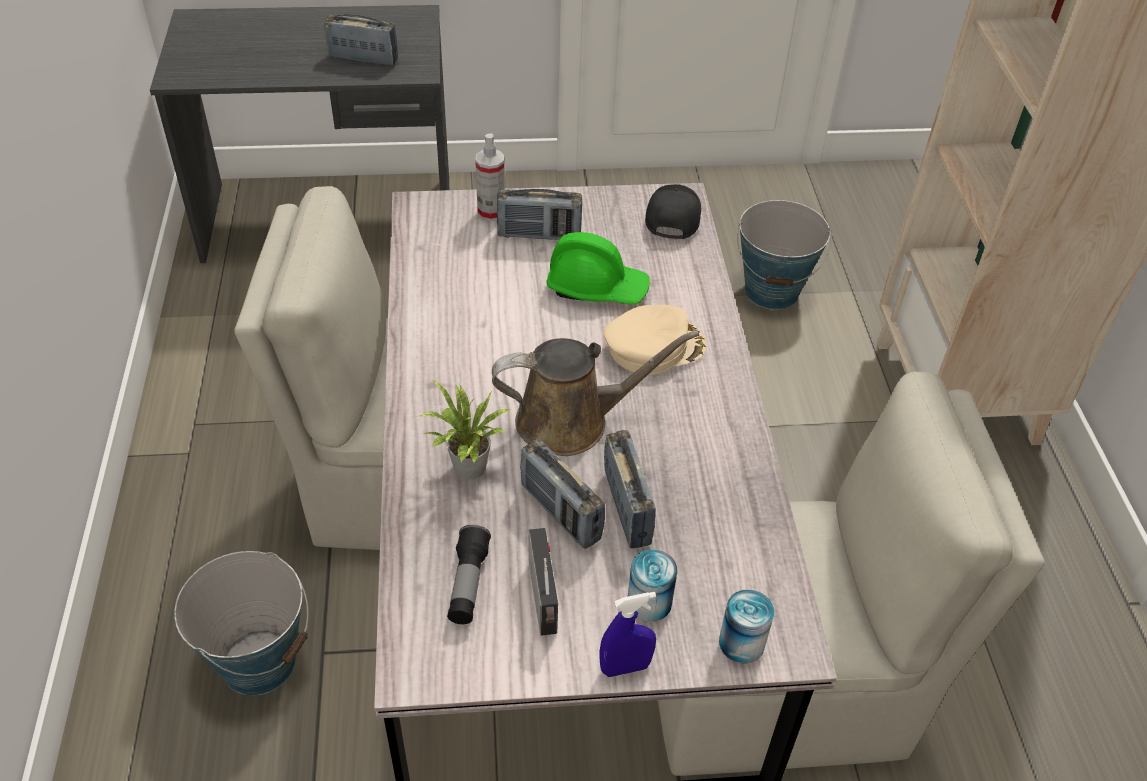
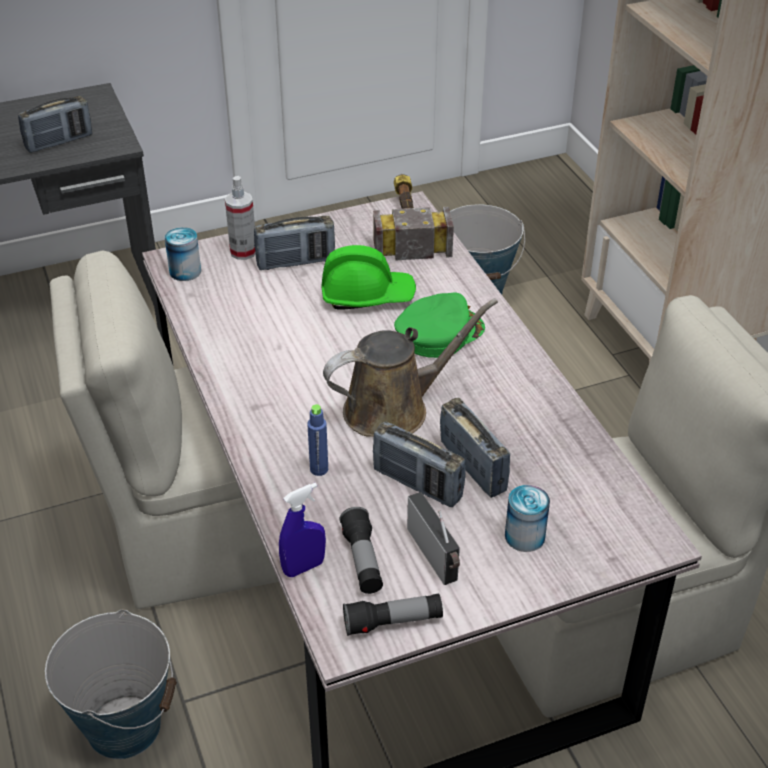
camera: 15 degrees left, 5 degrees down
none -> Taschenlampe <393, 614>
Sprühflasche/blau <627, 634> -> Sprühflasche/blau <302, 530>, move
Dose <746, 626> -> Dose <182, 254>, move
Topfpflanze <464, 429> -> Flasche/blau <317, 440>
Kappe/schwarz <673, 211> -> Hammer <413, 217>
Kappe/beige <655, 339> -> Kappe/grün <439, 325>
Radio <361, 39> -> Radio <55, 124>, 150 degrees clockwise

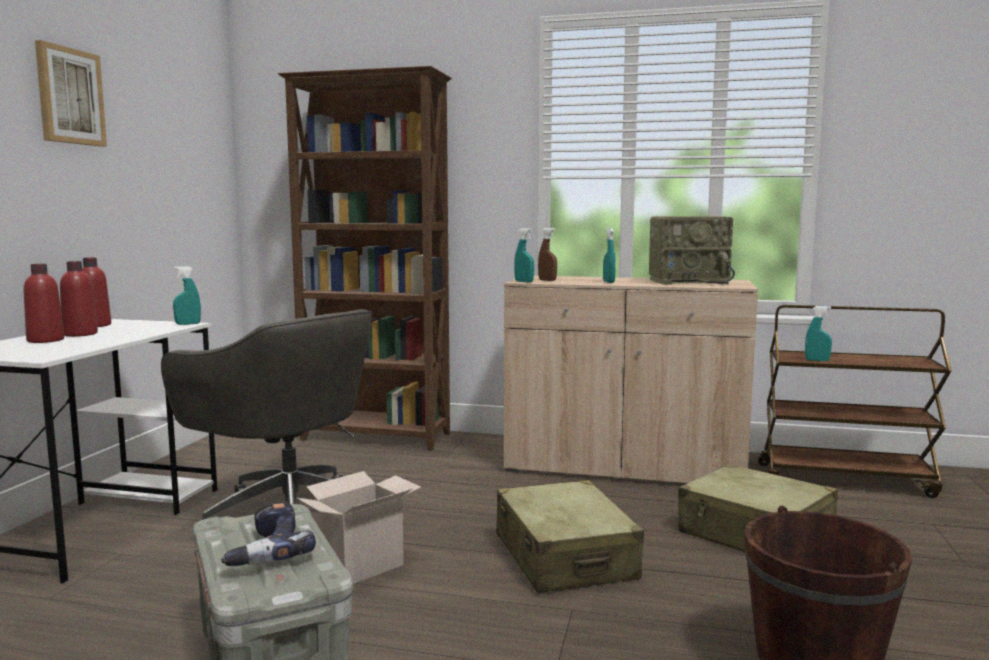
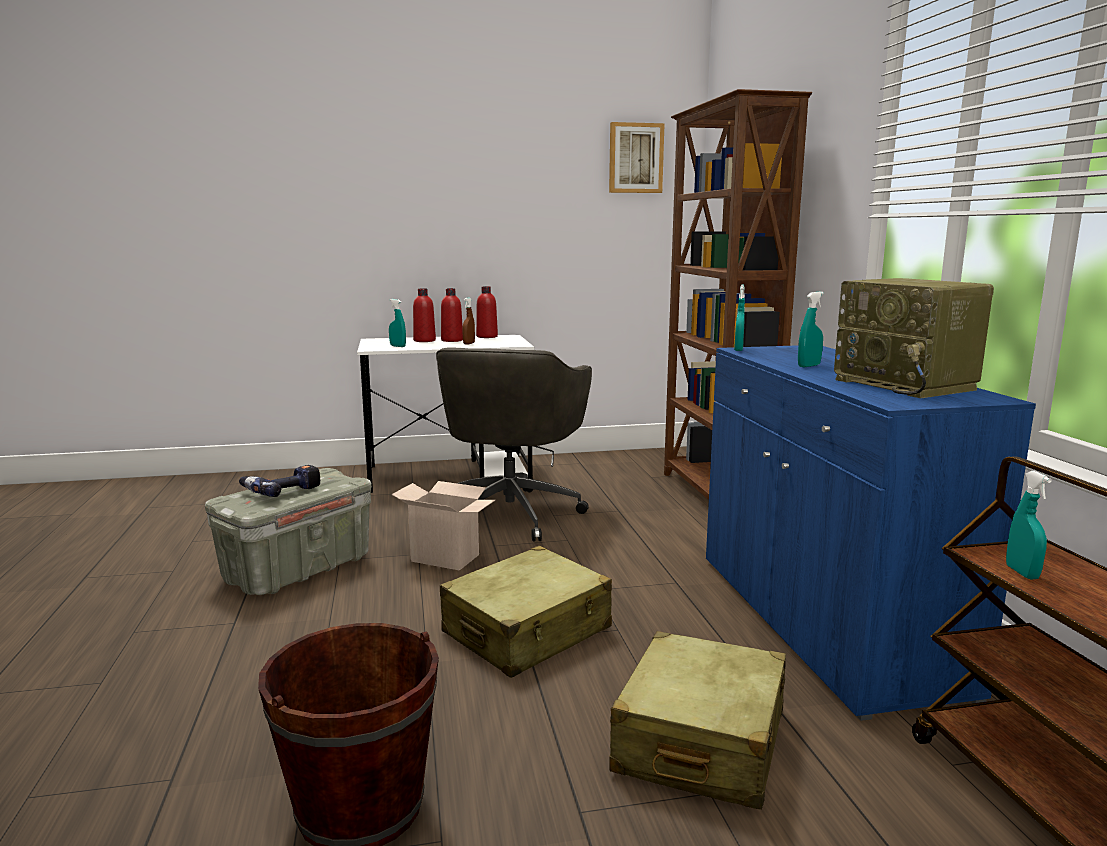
camera: 65 degrees right, 5 degrees up
Bild <71, 93> -> Bild <637, 157>, move
Sprühflasche/türkis <187, 295> -> Sprühflasche/türkis <397, 323>, move
Sprühflasche/braun <547, 254> -> Sprühflasche/braun <469, 321>, move
Schrank/beige <631, 379> -> Schrank/blau <871, 533>

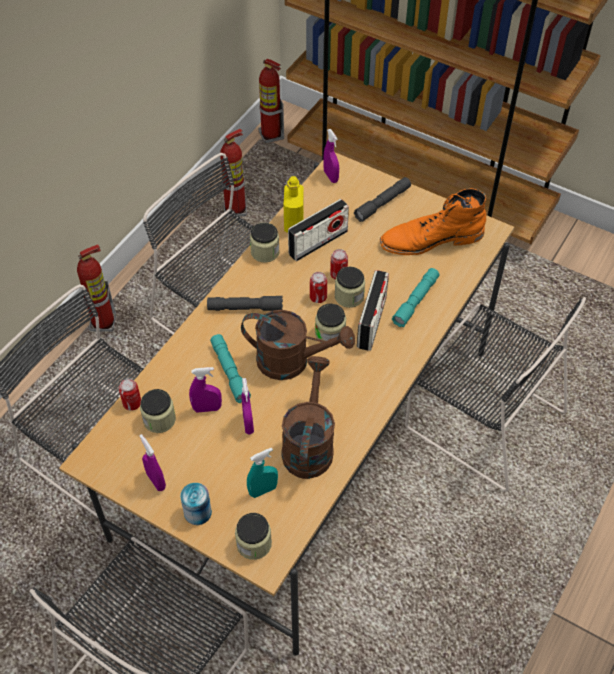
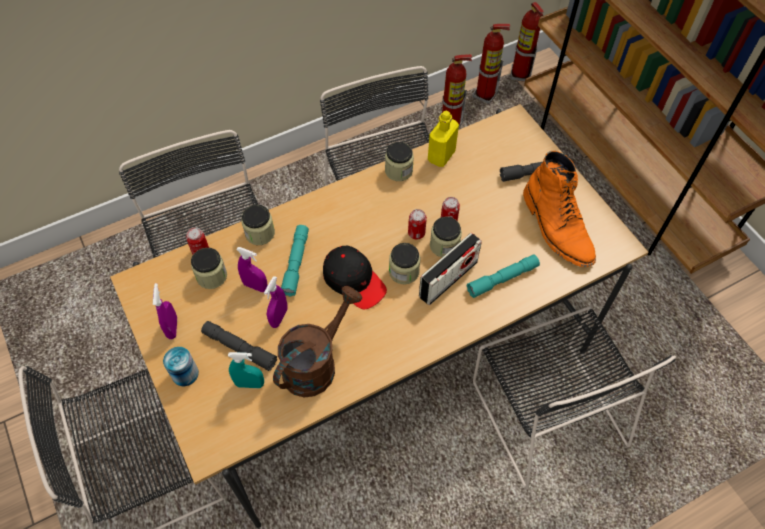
camera: 30 degrees right, 5 degrees up
Radio <318, 230> -> none
Sprühflasche/lila <331, 156> -> none
Feuerlöscher <96, 288> -> Feuerlöscher <491, 64>, move
Taschenlampe/grau <245, 303> -> Taschenlampe/grau <239, 346>, move
Vorratsglas <253, 536> -> Vorratsglas <258, 225>, move
Gießkanne/braun <298, 345> -> Kappe/schwarz <355, 277>
Stiefel/orange <433, 221> -> Stiefel/orange <559, 209>, 135 degrees counterclockwise

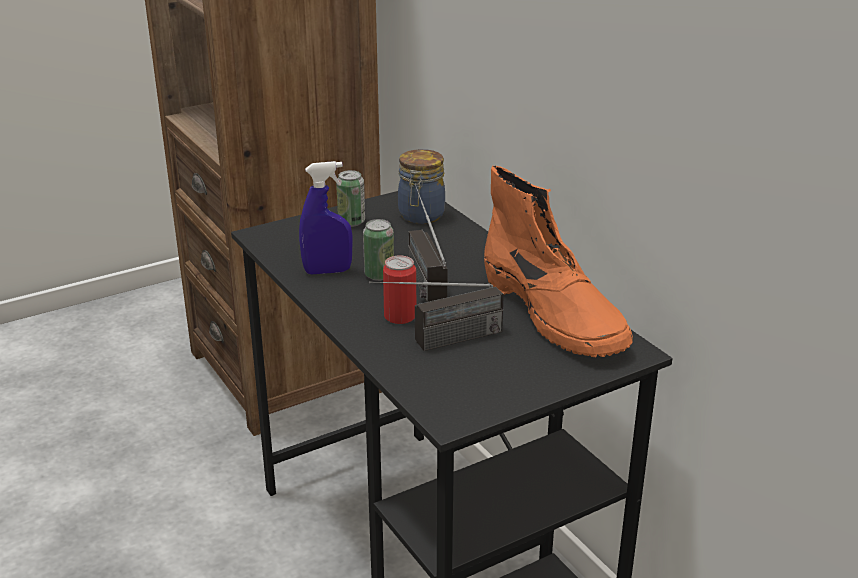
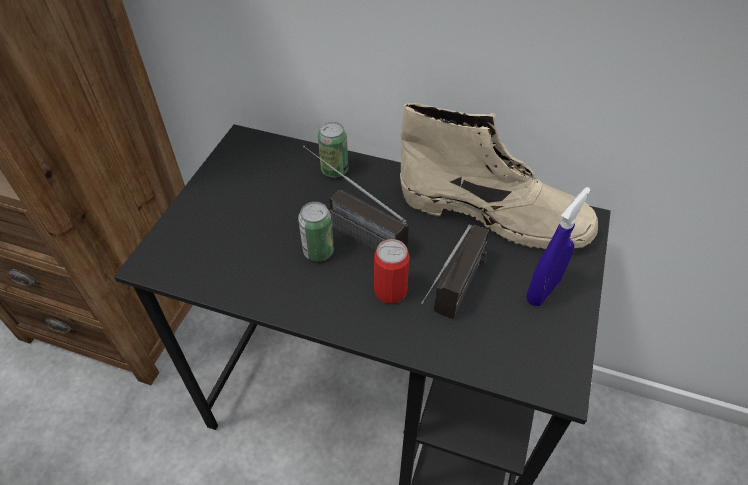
camera: 40 degrees left, 20 degrees up
Vorratsglas <421, 186> -> none
Sprühflasche/blau <326, 217> -> Sprühflasche/blau <558, 246>, move
Dose <350, 198> -> Dose <333, 149>, move
Stiefel/orange <558, 261> -> Stiefel/beige <499, 176>

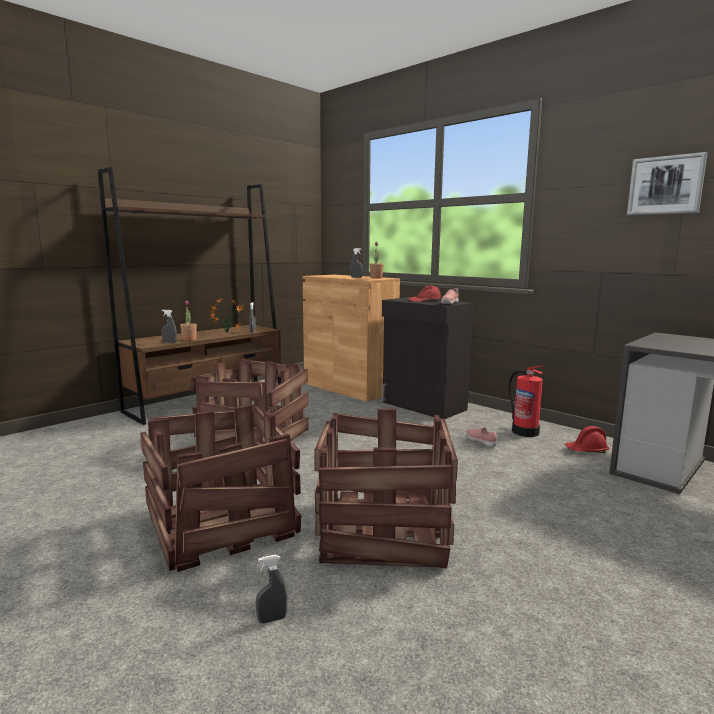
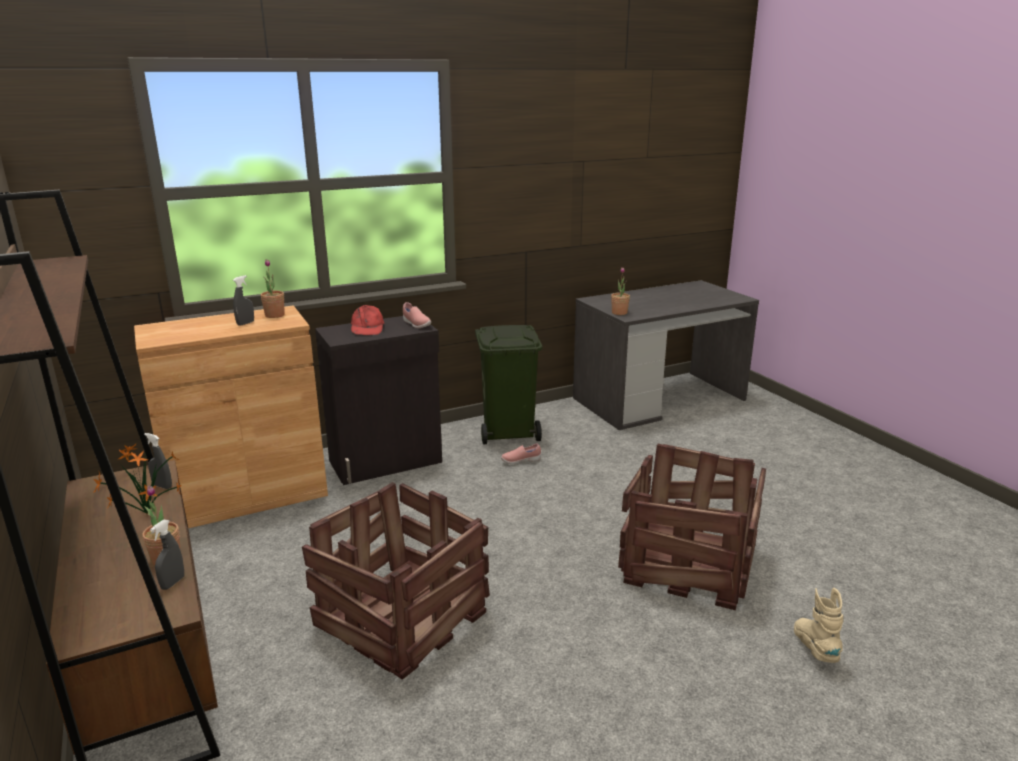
camera: 70 degrees left, 10 degrees up
Kiste <220, 488> -> none
Schutzhelm/rot <587, 439> -> none
Bild <667, 183> -> none
none -> Topfpflanze <620, 291>
Sprühflasche/grau <272, 589> -> Stiefel/beige <818, 625>
Feuerlöscher <526, 401> -> Mülleimer/grün <508, 385>

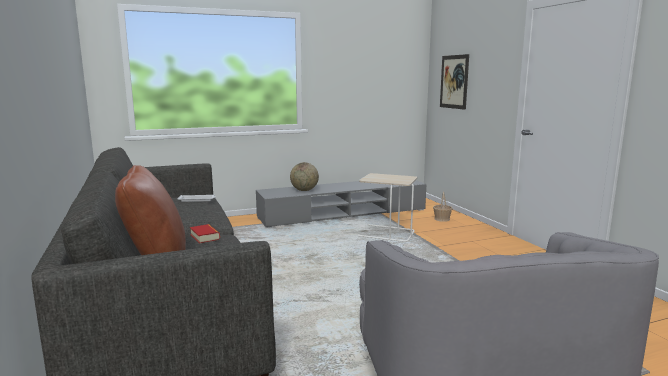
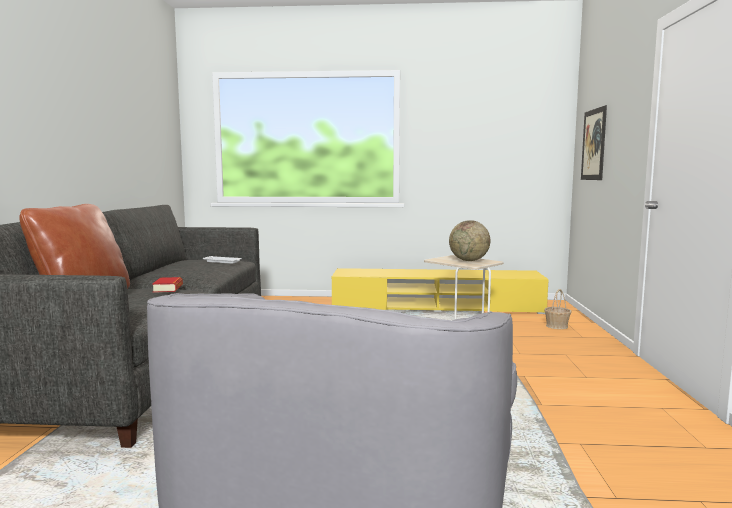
camera: 25 degrees right, 5 degrees down
Globus <304, 176> -> Globus <469, 240>, move
Fernsehschrank/grau <341, 204> -> Fernsehschrank/gelb <440, 291>

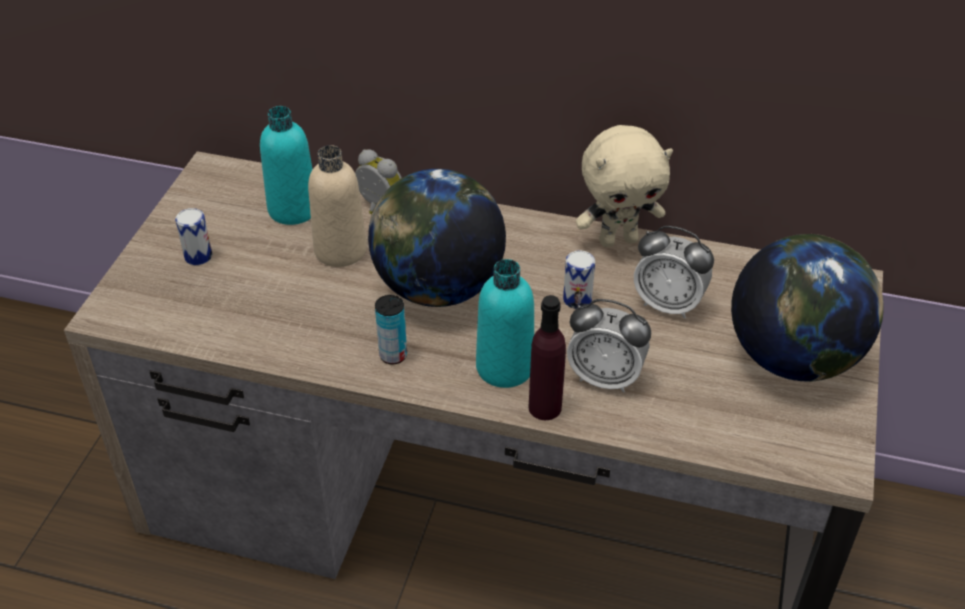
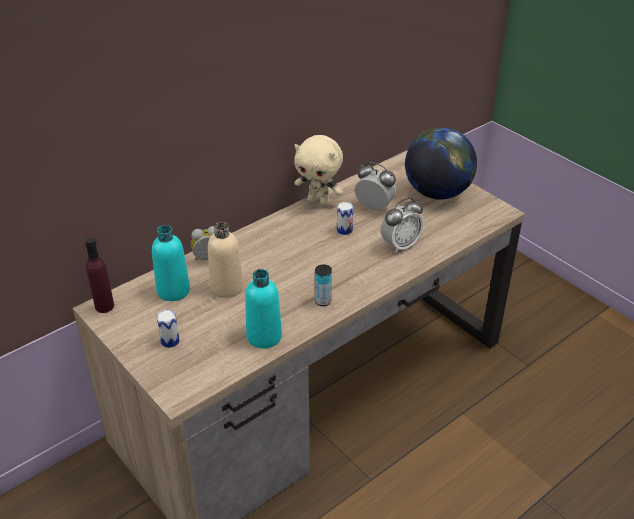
camera: 55 degrees left, 5 degrees down
Globus <437, 238> -> none
Flasche/türkis <505, 323> -> Flasche/türkis <263, 308>, move
Flasche/lila <547, 357> -> Flasche/lila <99, 275>, move
Plüschtier/beige <624, 186> -> Plüschtier/beige <318, 170>, 90 degrees clockwise
Wecker <674, 272> -> Wecker <375, 186>, 120 degrees counterclockwise

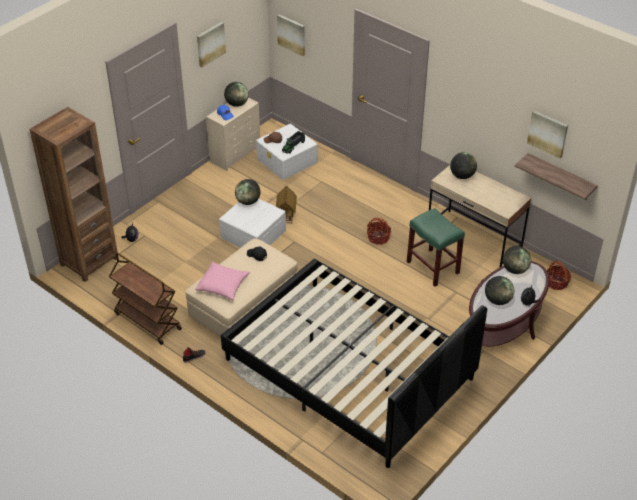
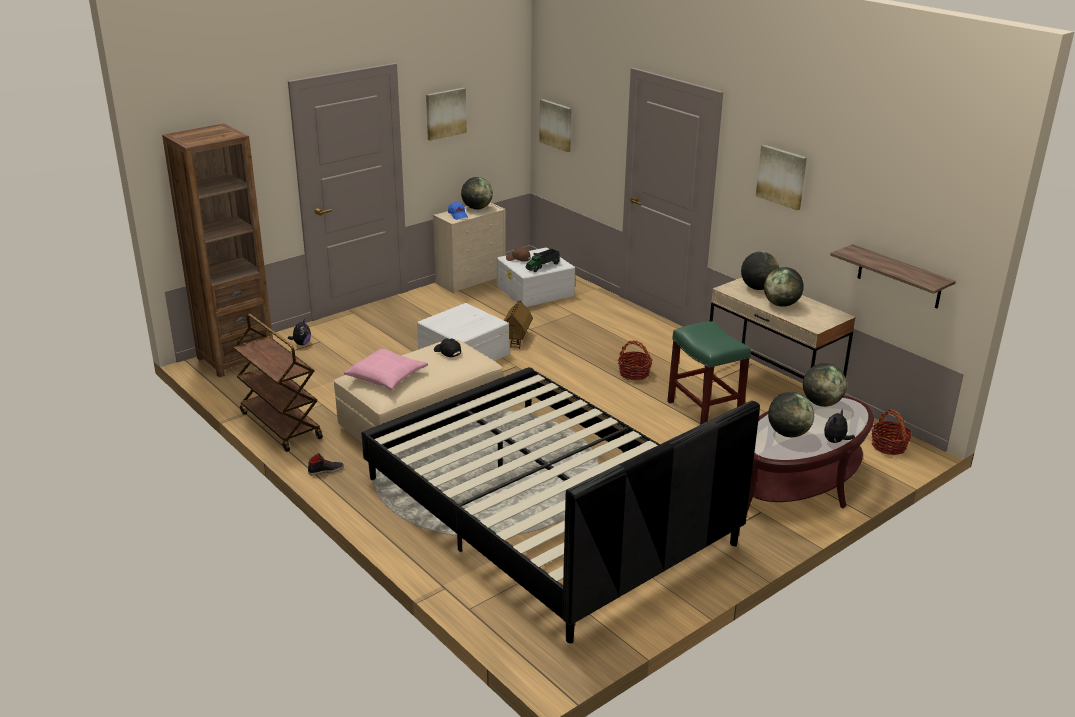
camera: 10 degrees right, 15 degrees down
Globus <247, 192> -> Globus <784, 287>, move
Bild <547, 134> -> Bild <781, 177>, move

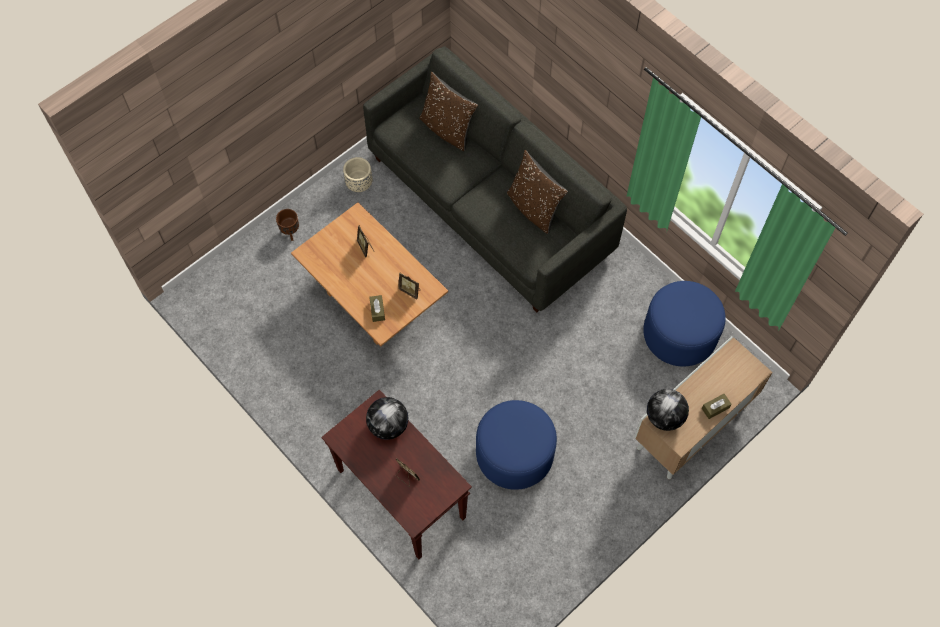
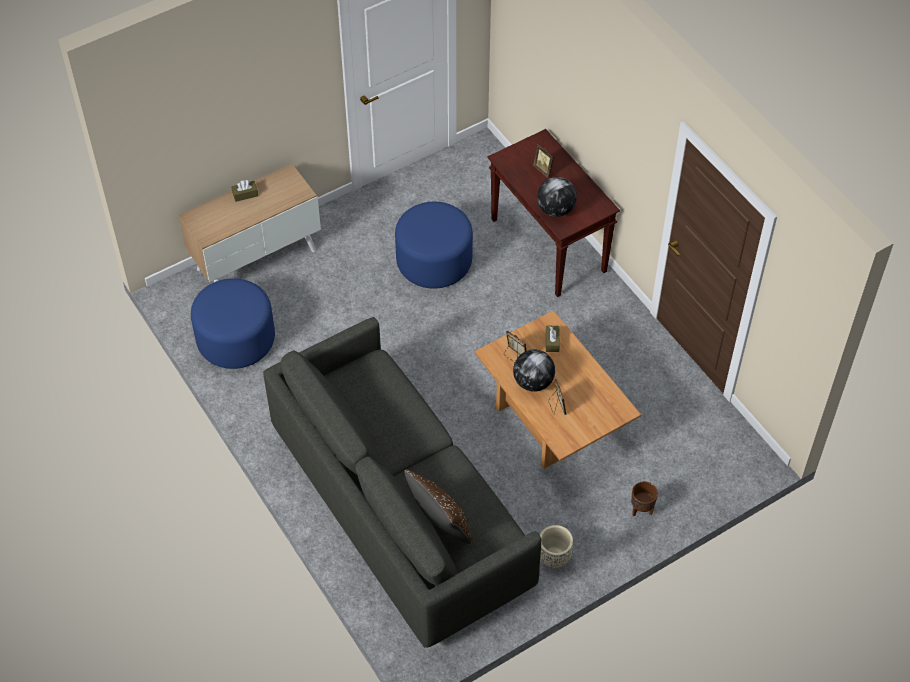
camera: 170 degrees left, 10 degrees down
Kissen/braun <537, 192> -> none
Globus <668, 410> -> Globus <534, 370>, move

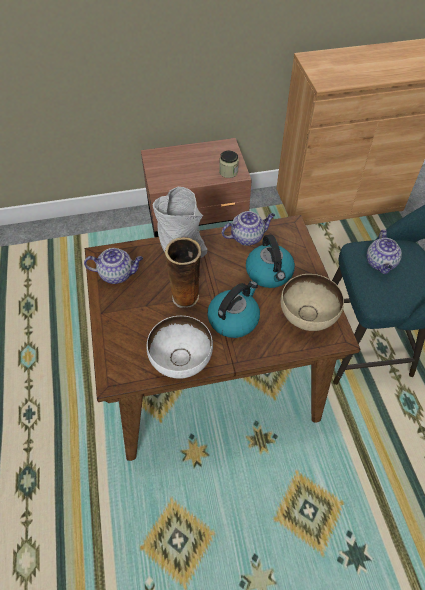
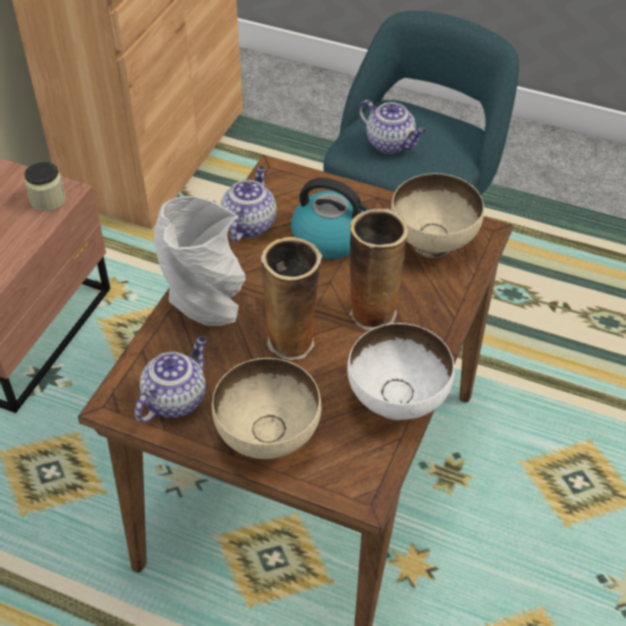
camera: 55 degrees left, 5 degrees down
none -> Schüssel/beige <266, 408>
Wasserkessel <233, 309> -> Vase <378, 269>

